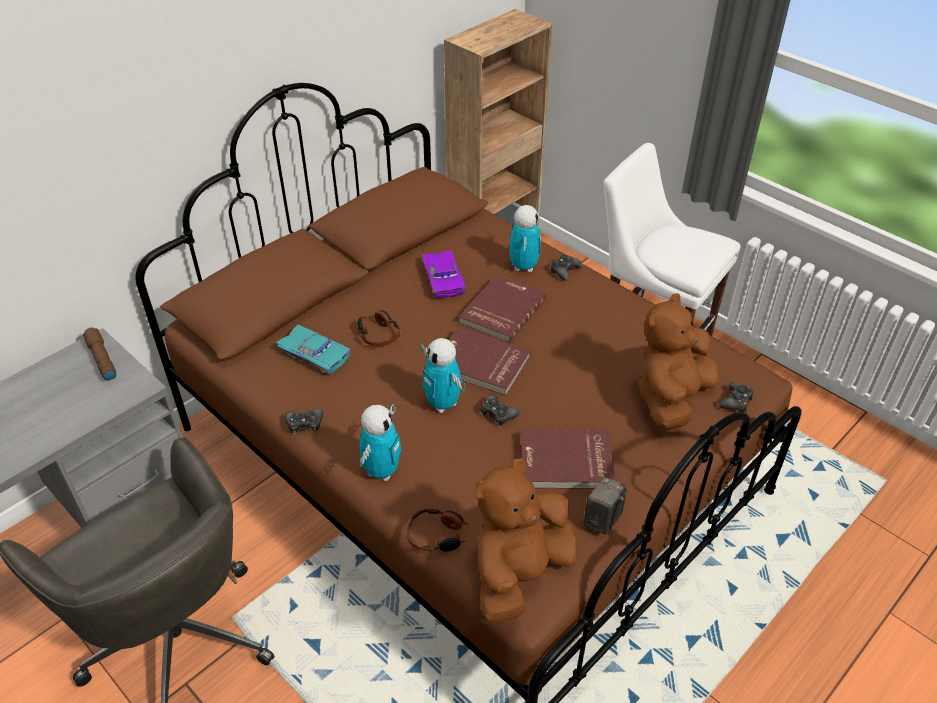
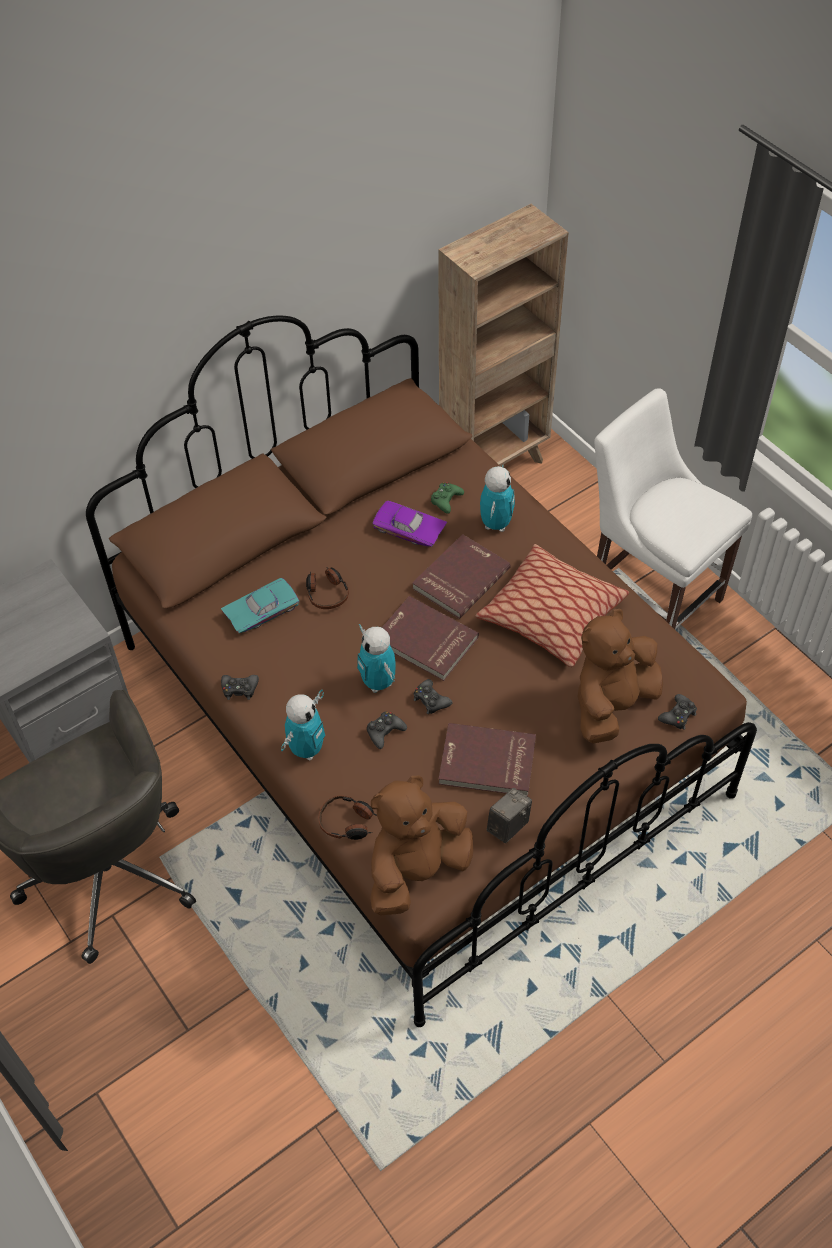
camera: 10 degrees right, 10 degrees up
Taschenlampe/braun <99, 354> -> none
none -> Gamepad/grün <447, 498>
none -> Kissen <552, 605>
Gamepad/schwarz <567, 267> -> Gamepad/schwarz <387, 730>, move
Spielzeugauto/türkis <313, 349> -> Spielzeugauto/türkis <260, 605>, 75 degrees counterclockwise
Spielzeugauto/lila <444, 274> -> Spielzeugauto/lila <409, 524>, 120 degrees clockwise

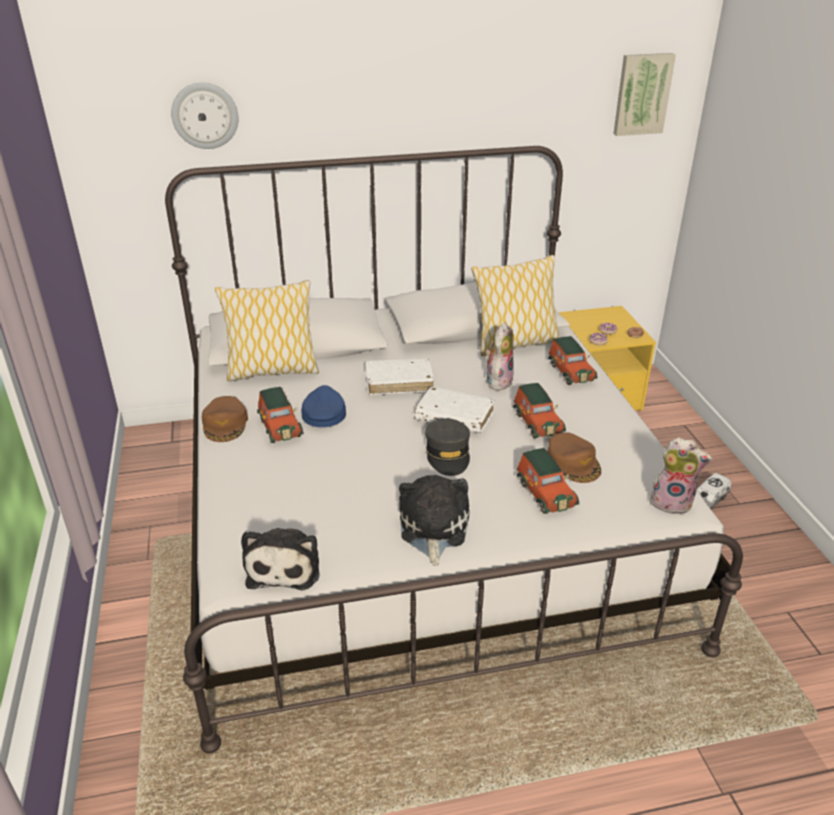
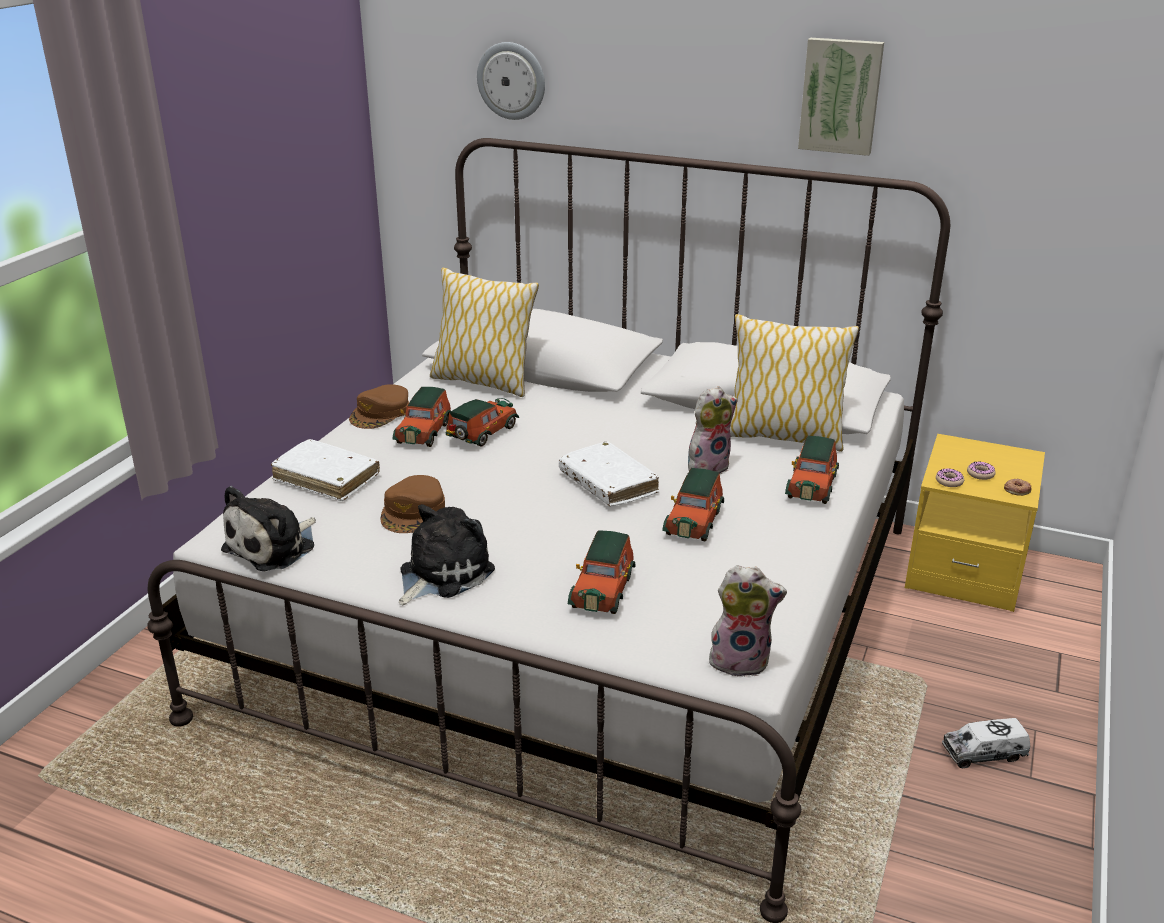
camera: 35 degrees right, 5 degrees down
Kappe/grau <447, 447> -> none
Buch/weiß <399, 377> -> Buch/weiß <325, 470>, move
Kappe/braun <574, 457> -> Kappe/braun <413, 504>, move
Bild <645, 94> -> Bild <841, 97>, move
Kappe/blau <323, 406> -> Spielzeugauto <482, 422>
Plüschtier <681, 476> -> Plüschtier <748, 621>, 45 degrees counterclockwise

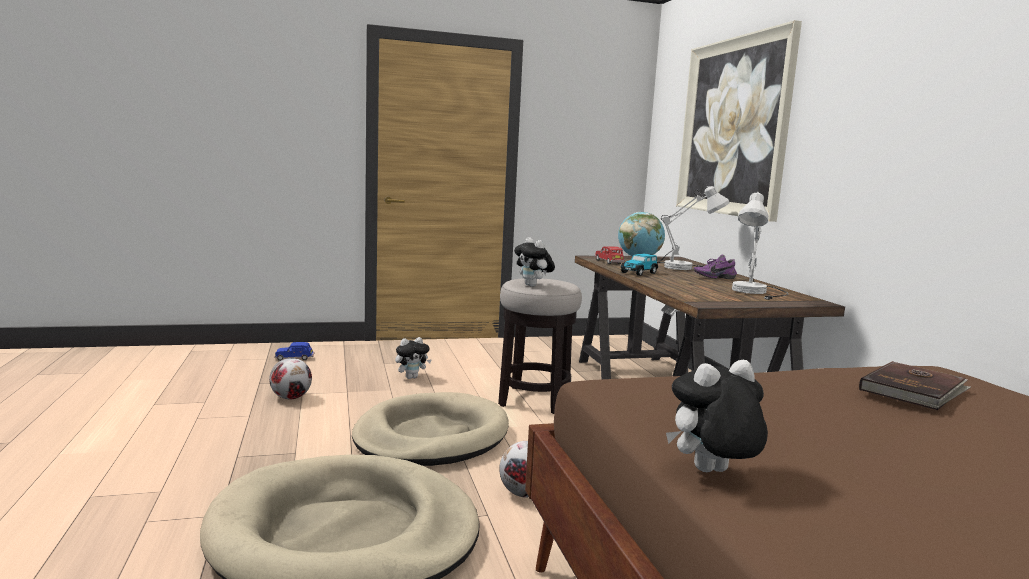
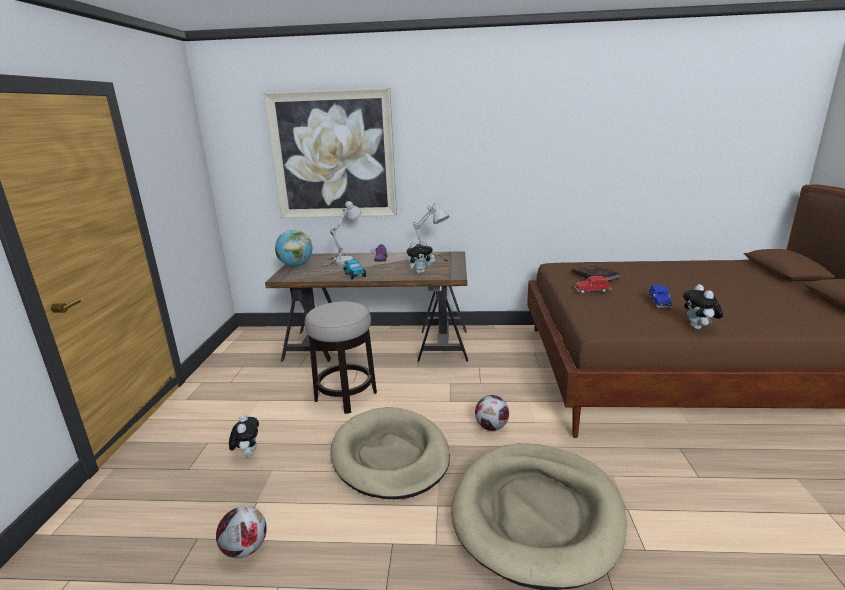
camera: 70 degrees left, 10 degrees up
Spielzeugauto/blau <294, 351> -> Spielzeugauto/blau <660, 297>, move
Plüschtier <534, 262> -> Plüschtier <421, 257>, move
Spielzeugauto/rot <609, 255> -> Spielzeugauto/rot <593, 285>, move

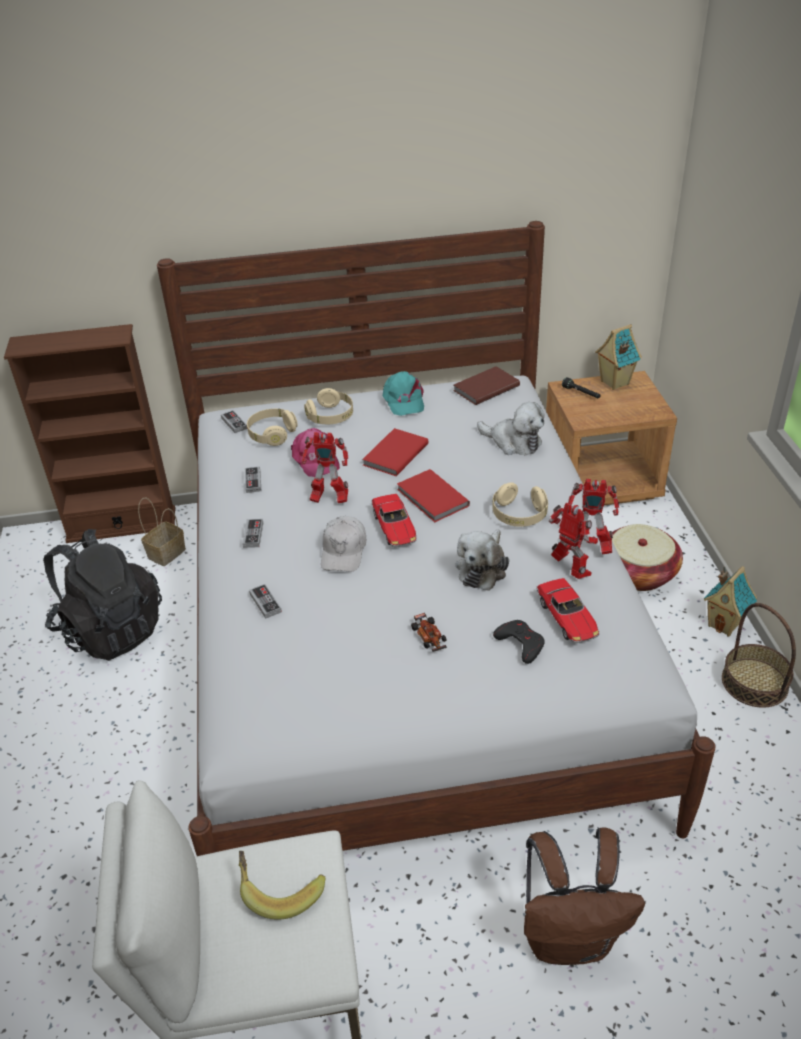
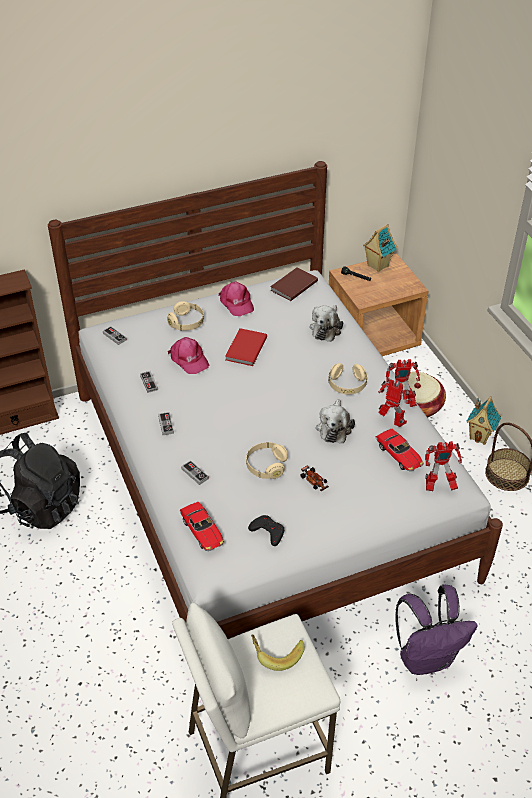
camera: 15 degrees left, 5 degrees up
Korb <162, 531> -> none
Kappe/weiß <343, 544> -> none
Buch/rot <433, 495> -> none
Kopfhörer/beige <272, 427> -> Kopfhörer/beige <267, 460>, move
Spielzeugroboter <325, 467> -> Spielzeugroboter <443, 466>, move
Spielzeugauto <394, 520> -> Spielzeugauto <201, 526>, move
Gamepad/schwarz <519, 642> -> Gamepad/schwarz <266, 530>, move
Kappe/türkis <403, 393> -> Kappe/rosa <236, 298>
Rucksack/braun <584, 896> -> Rucksack/lila <436, 630>
Plüschtier <511, 428> -> Plüschtier <326, 323>, 90 degrees clockwise

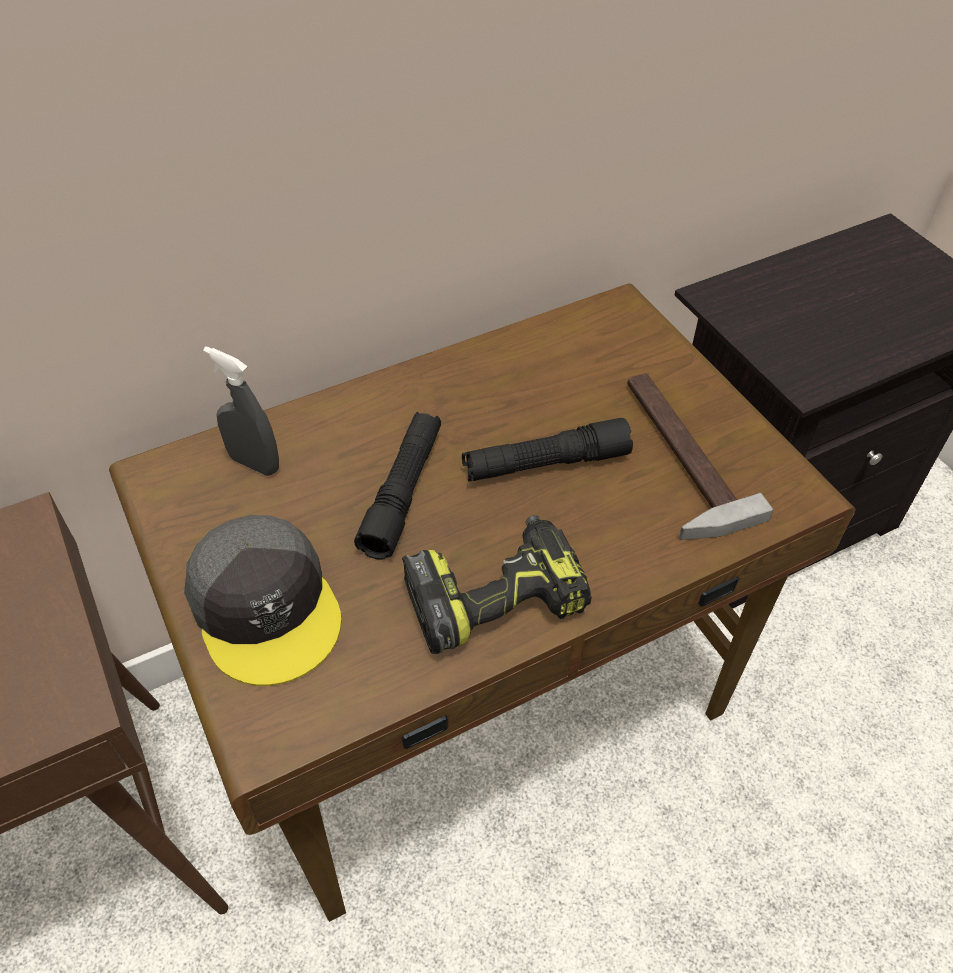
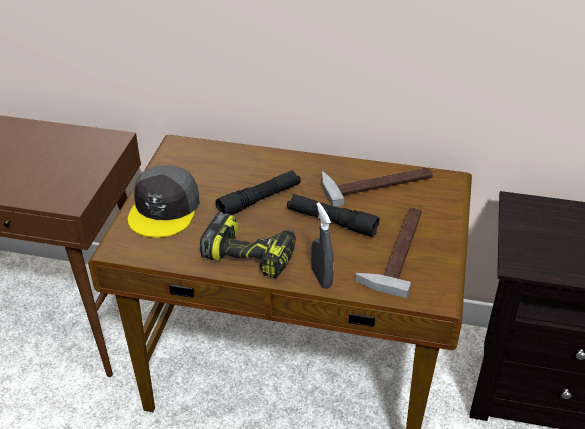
camera: 40 degrees right, 10 degrees down
none -> Hammer <377, 187>
Sprühflasche/grau <241, 411> -> Sprühflasche/grau <322, 245>, move

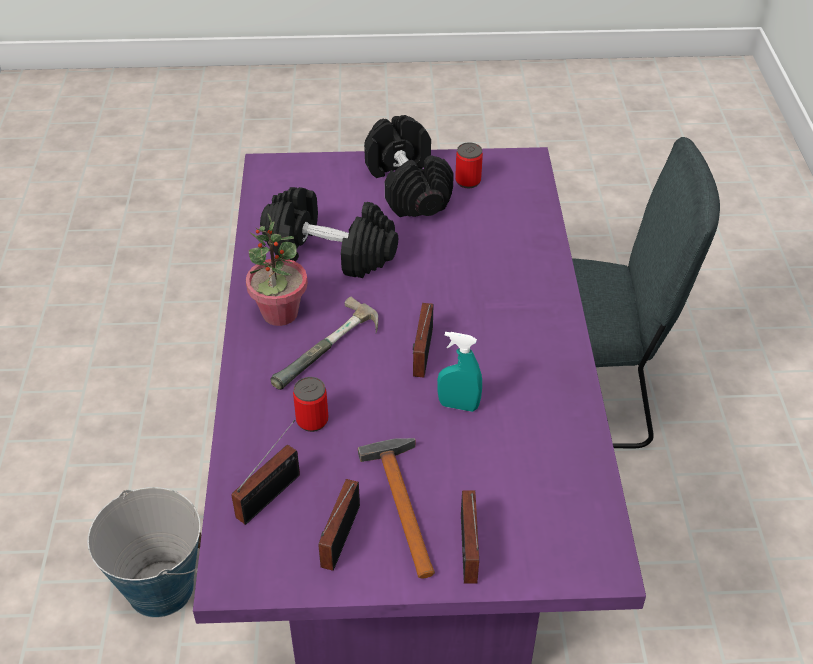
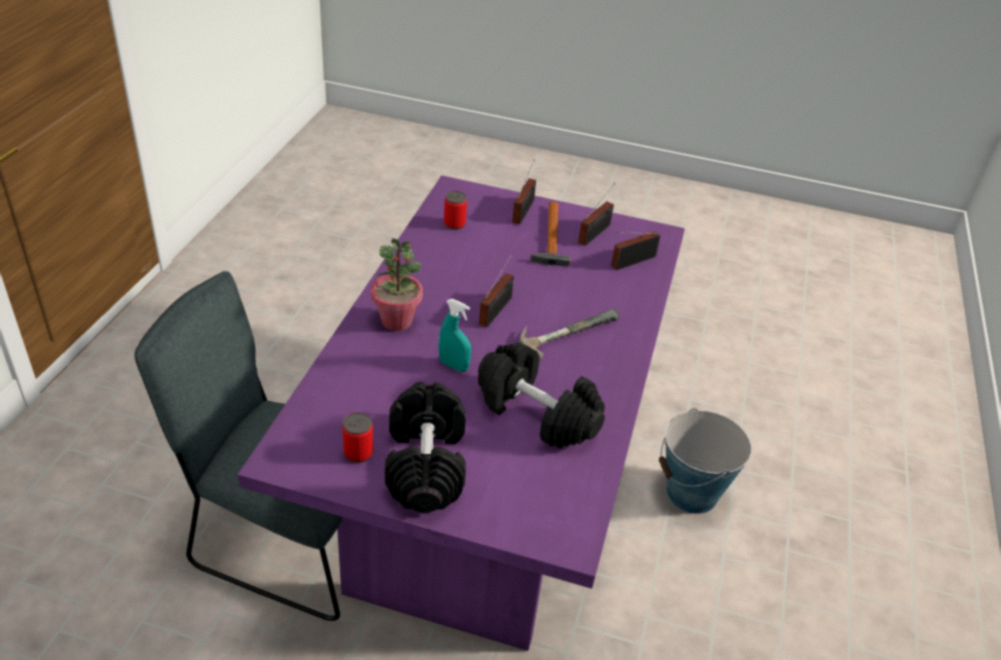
camera: 165 degrees left, 5 degrees down
Topfpflanze <277, 270> -> Topfpflanze <397, 284>, move
Dose <310, 404> -> Dose <455, 210>, move
Sprühflasche/türkis <459, 372> -> Sprühflasche/türkis <454, 335>, move

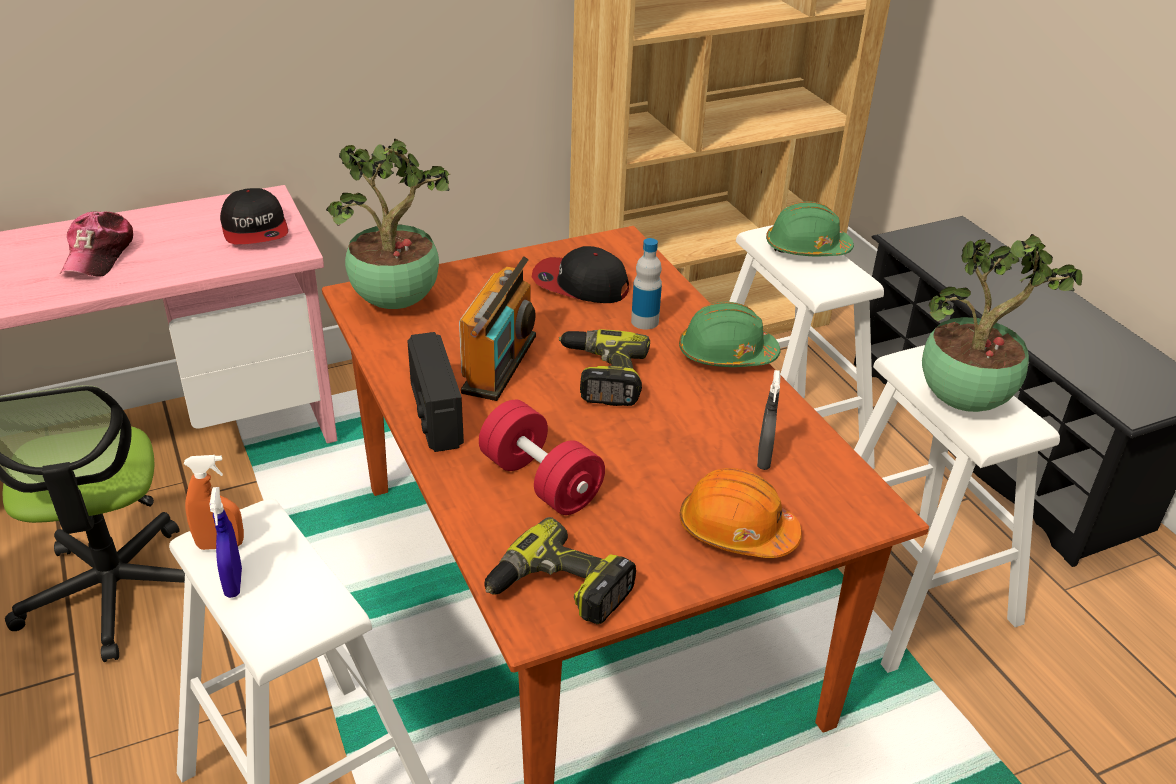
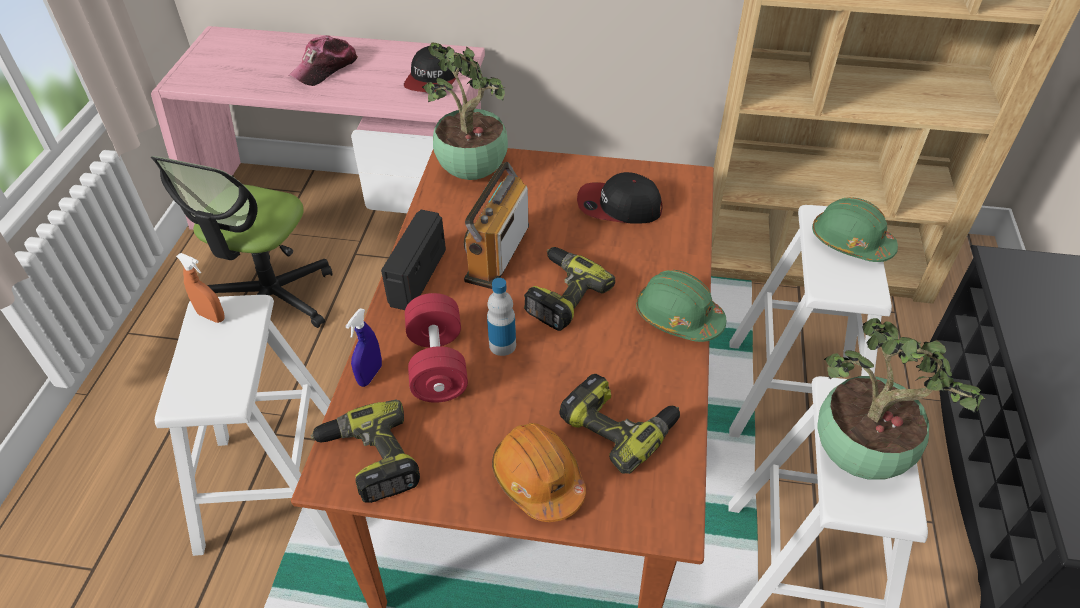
camera: 35 degrees right, 10 degrees up
Sprühflasche/blau <225, 542> -> Sprühflasche/blau <363, 347>, move
Flasche <646, 284> -> Flasche <501, 317>, move
Sprühflasche/grau <769, 420> -> Bohrmaschine <619, 424>
Radio <497, 328> -> Radio <496, 225>, 150 degrees clockwise
Kappe <580, 274> -> Kappe <619, 198>, 45 degrees counterclockwise

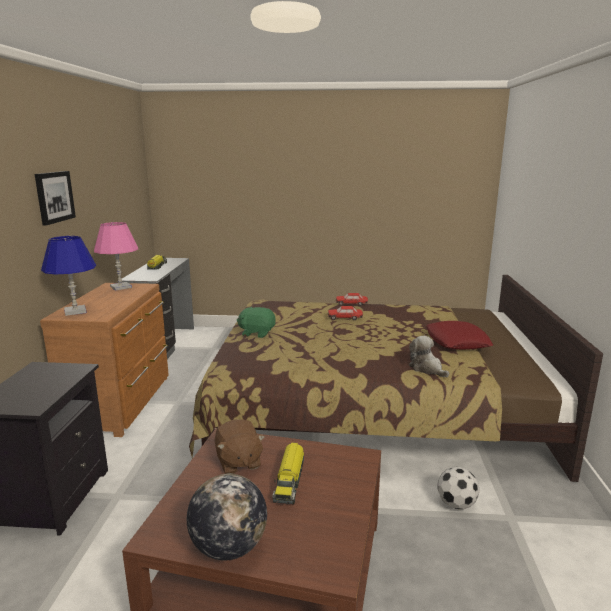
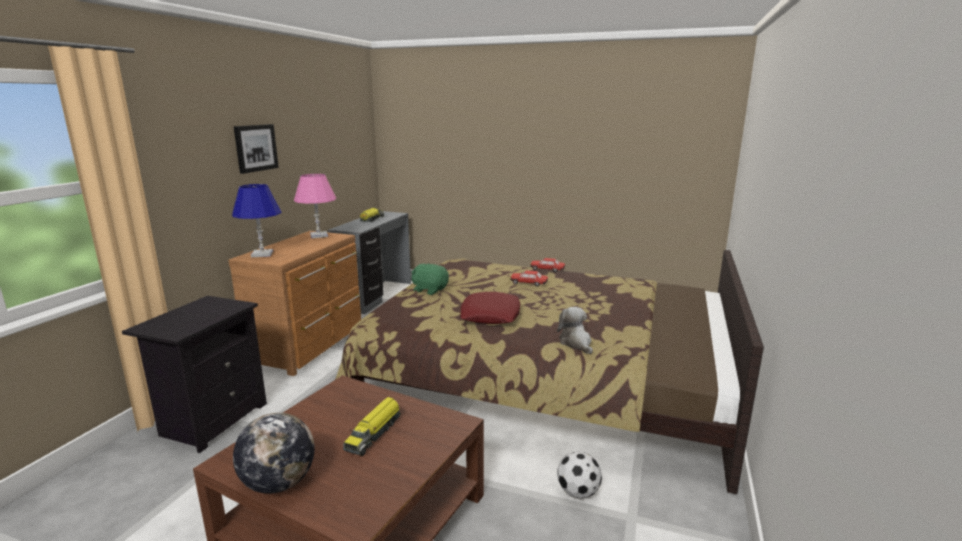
camera: 15 degrees right, 0 degrees up
Plüschtier/braun <240, 446> -> none
Kissen/rot <459, 335> -> Kissen/rot <490, 308>, move

